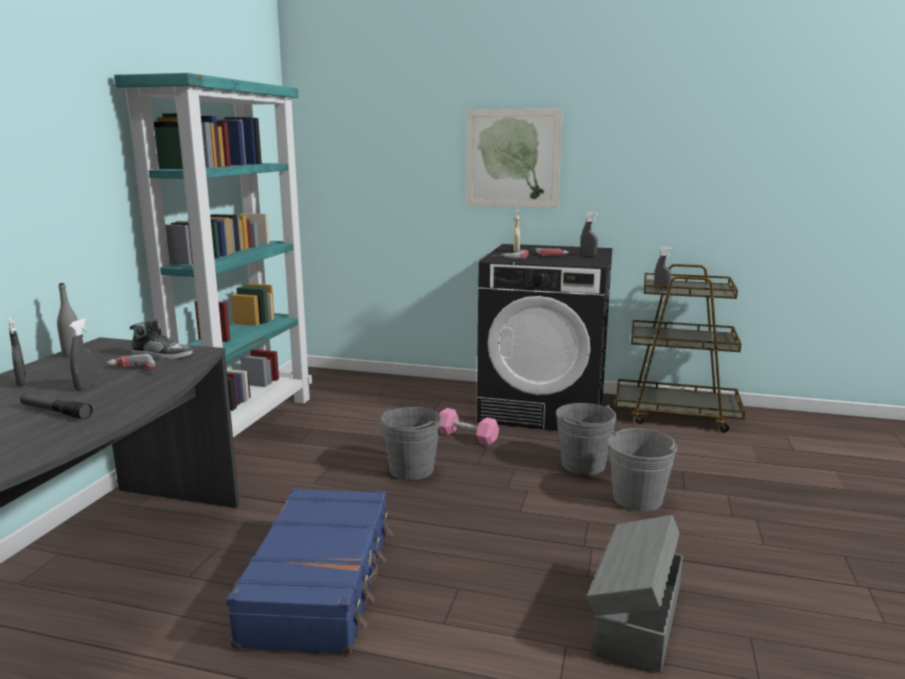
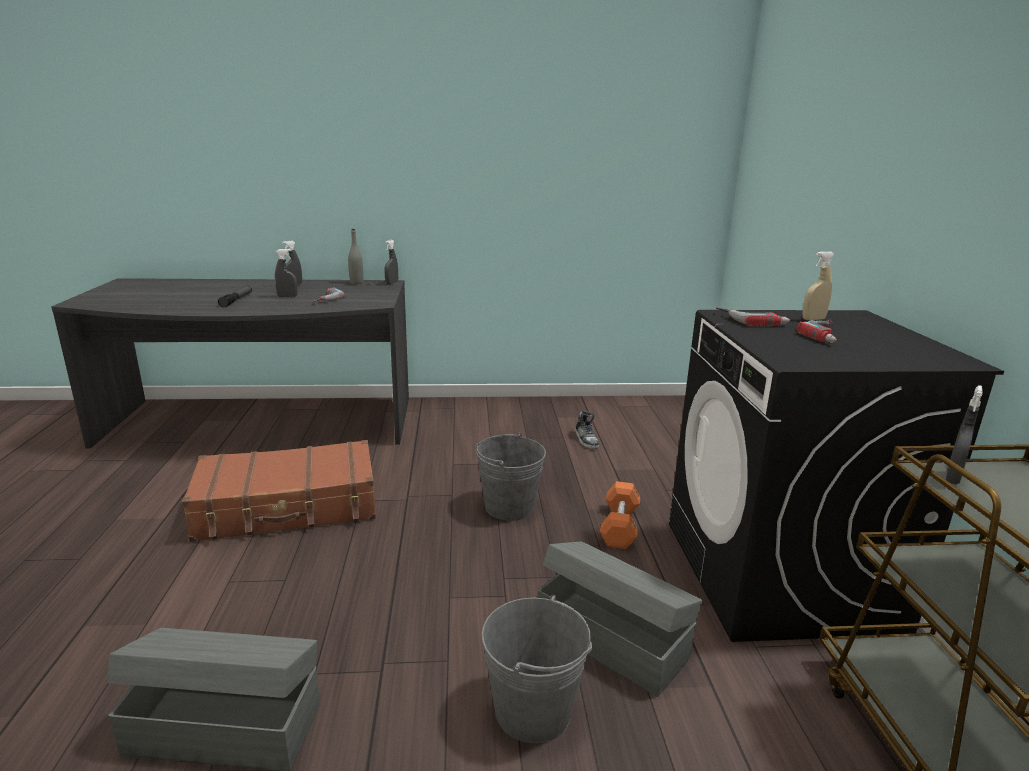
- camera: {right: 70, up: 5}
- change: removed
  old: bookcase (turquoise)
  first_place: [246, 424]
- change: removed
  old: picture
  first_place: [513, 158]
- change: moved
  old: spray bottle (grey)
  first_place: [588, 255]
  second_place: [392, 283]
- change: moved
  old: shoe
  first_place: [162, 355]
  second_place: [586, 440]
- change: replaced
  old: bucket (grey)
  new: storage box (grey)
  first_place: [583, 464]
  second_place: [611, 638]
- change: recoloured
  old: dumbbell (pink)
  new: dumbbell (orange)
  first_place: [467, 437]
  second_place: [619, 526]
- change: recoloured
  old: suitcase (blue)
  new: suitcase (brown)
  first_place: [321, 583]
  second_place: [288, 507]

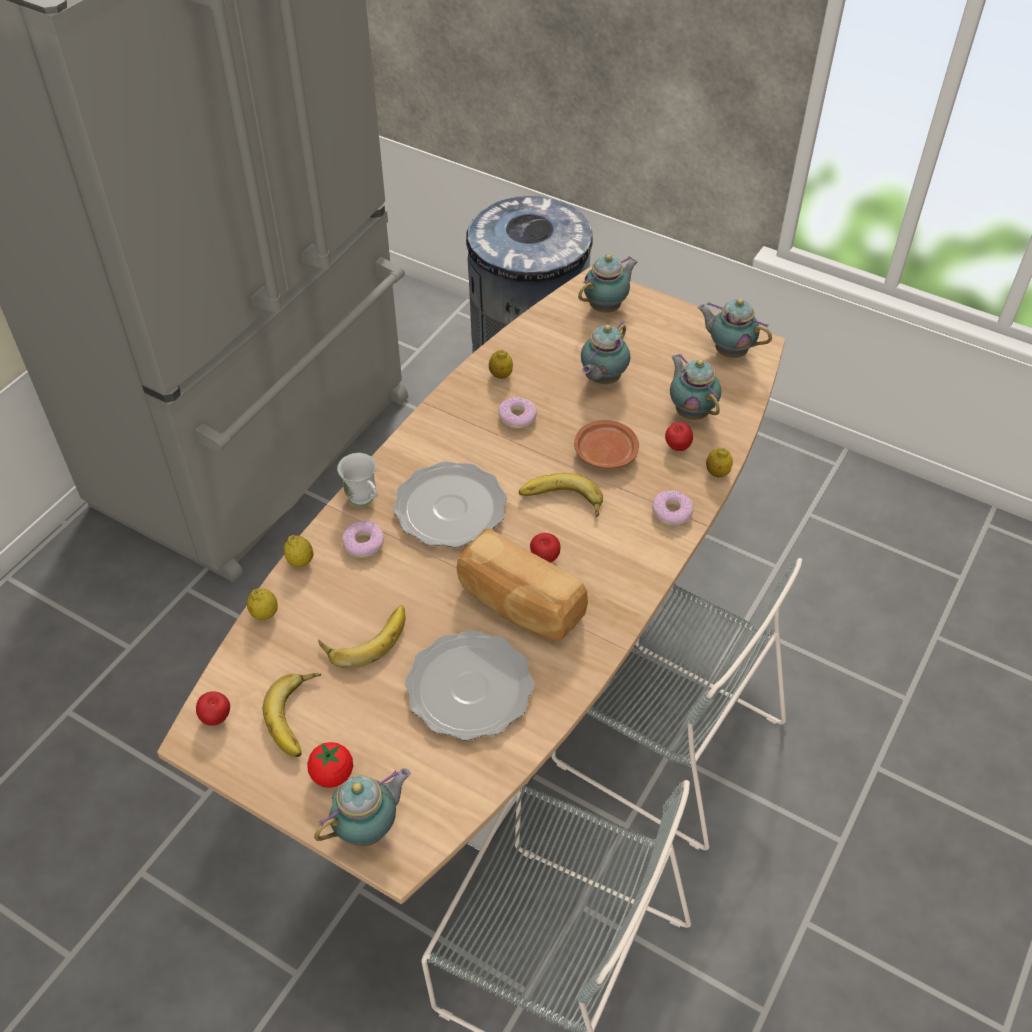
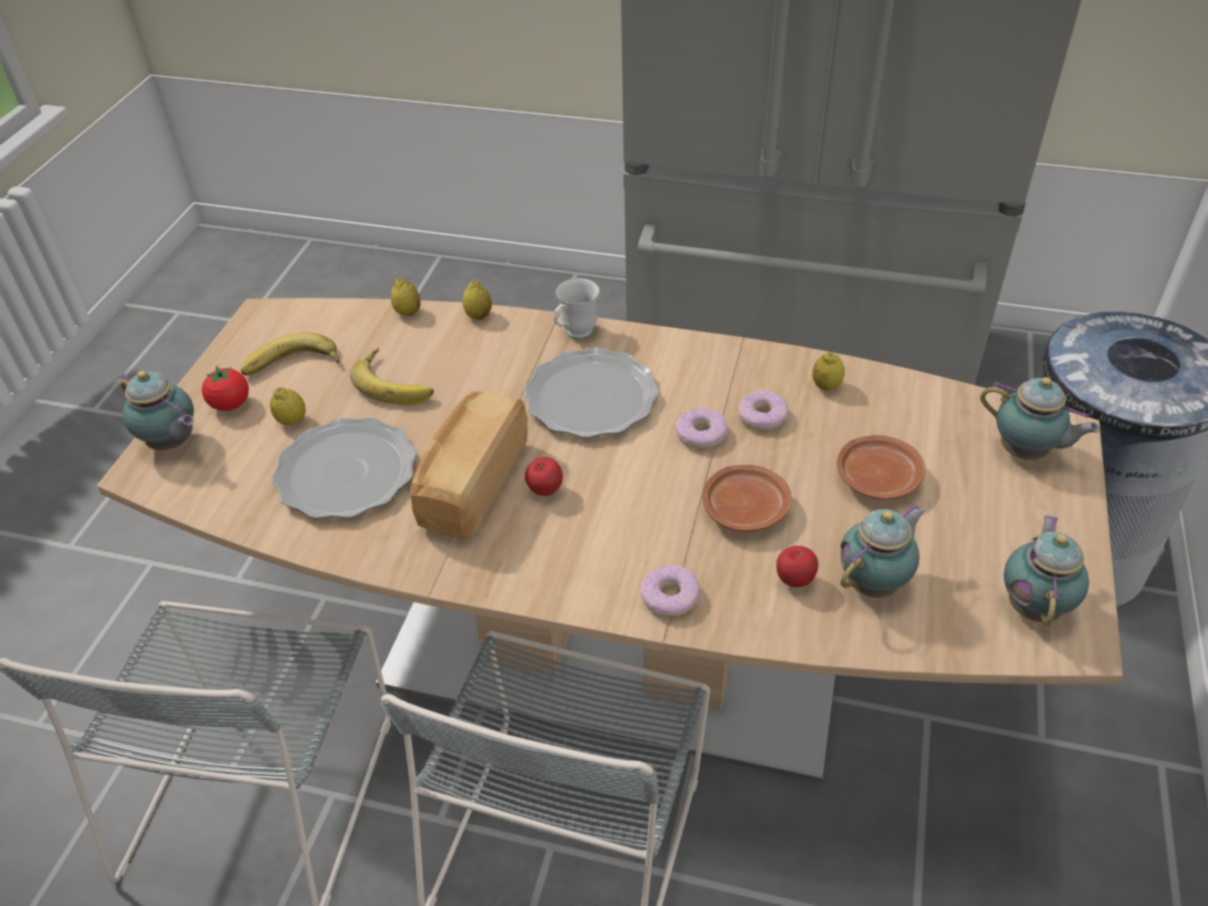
- camera: {right: 75, up: -5}
- change: replaced
  old: teapot
  new: plate (brown)
  first_place: [602, 380]
  second_place: [878, 477]
- change: moved
  old: lemon
  first_place: [717, 472]
  second_place: [292, 421]
- change: removed
  old: banana
  first_place: [561, 502]
- change: moved
  old: donut
  first_place: [364, 544]
  second_place: [701, 434]
- change: removed
  old: apple
  first_place: [216, 718]

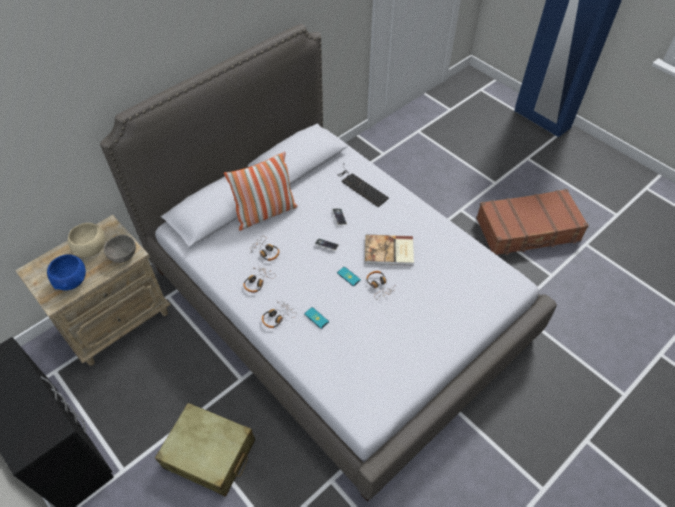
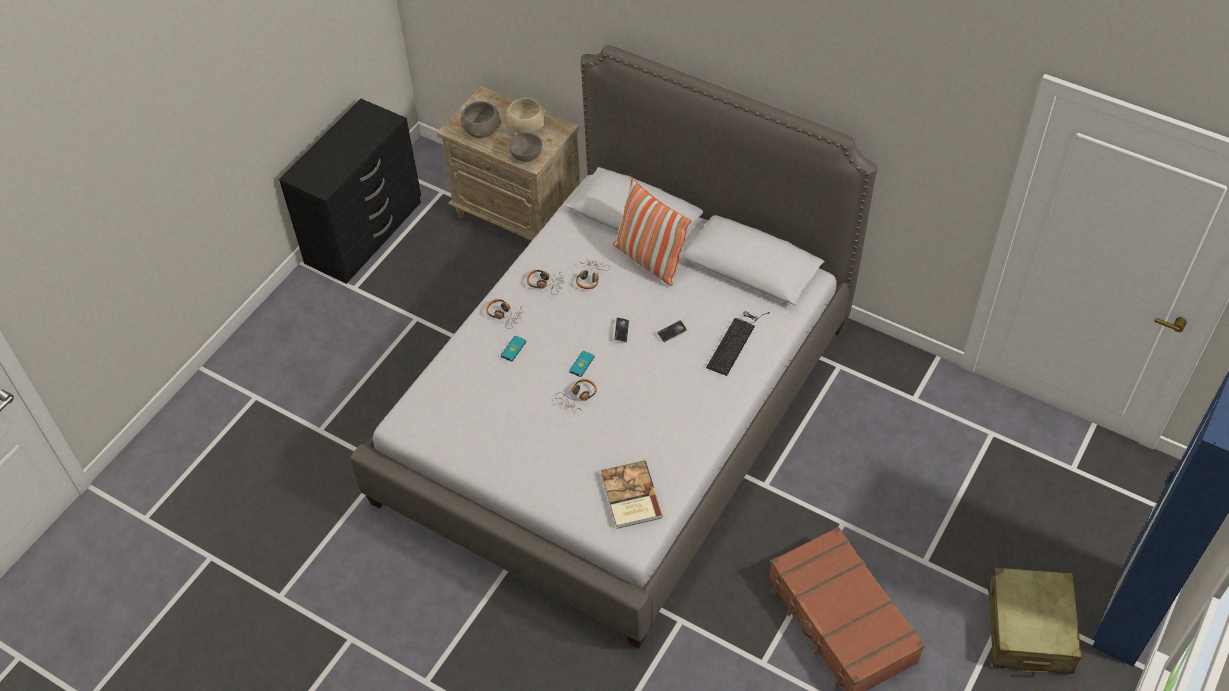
- camera: {right: 75, up: 0}
- change: moved
  old: book
  first_place: [389, 251]
  second_place: [630, 496]
- change: recoloured
  old: bowl (blue)
  new: bowl (grey)
  first_place: [72, 281]
  second_place: [482, 131]
- change: moved
  old: suitcase (beige)
  first_place: [209, 454]
  second_place: [1028, 629]

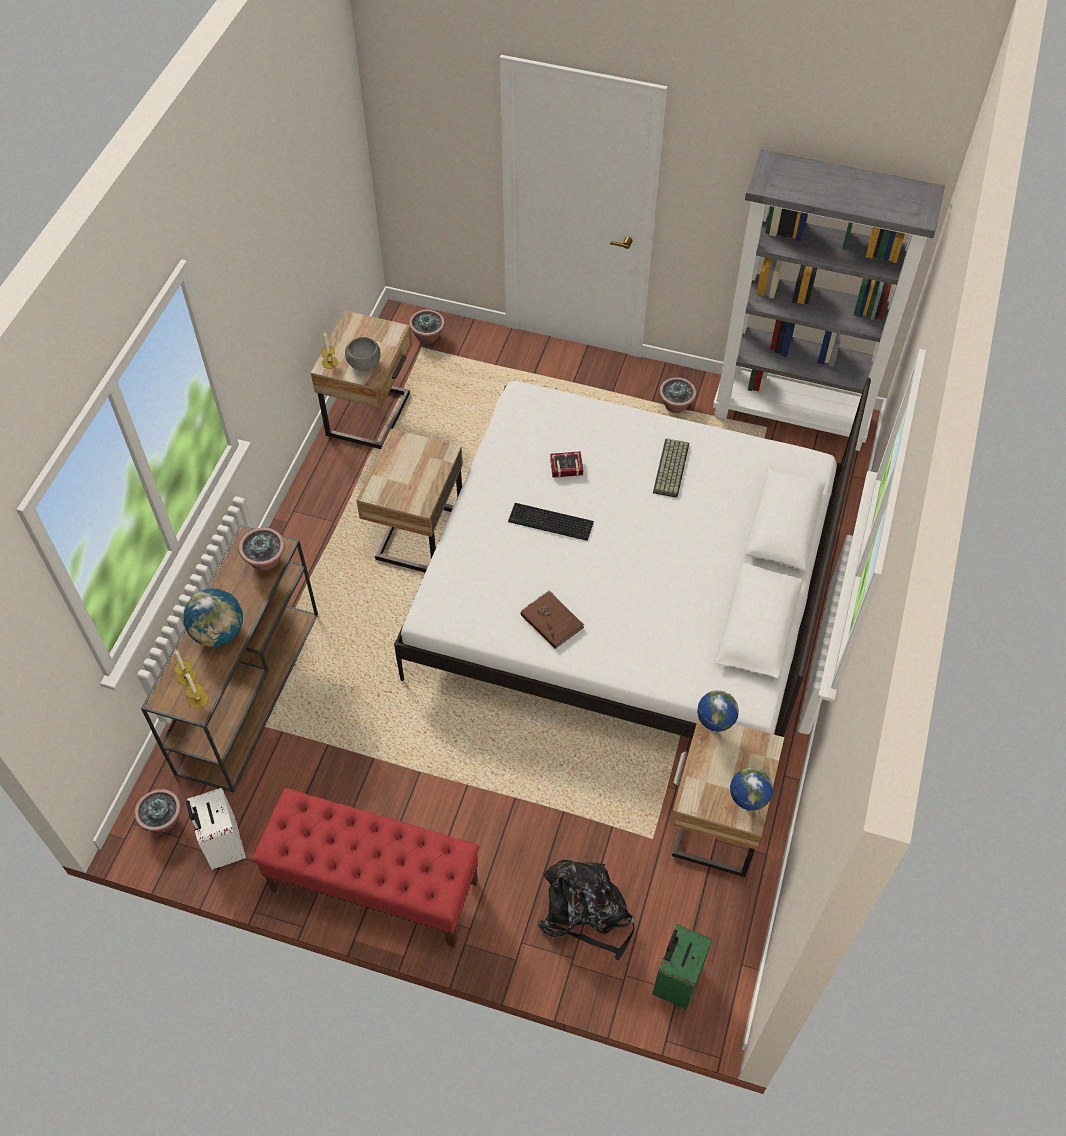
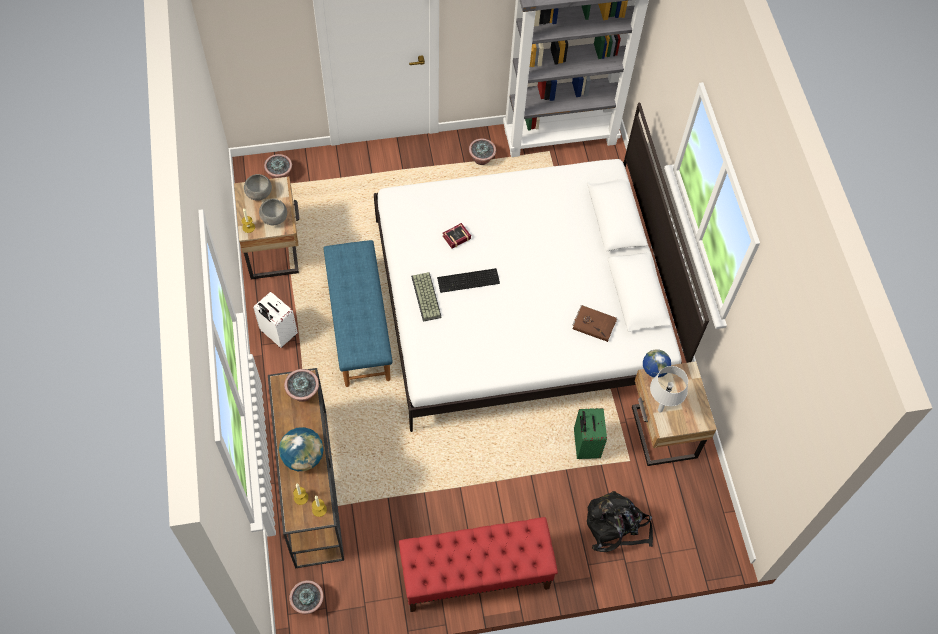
- camera: {right: -30, up: 5}
- change: replaced
  old: nightstand (beige)
  new: bench (blue)
  first_place: [416, 536]
  second_place: [360, 326]
- change: moved
  old: keyboard
  first_place: [672, 469]
  second_place: [427, 297]
- change: moved
  old: book (brown)
  first_place: [552, 620]
  second_place: [594, 323]
- change: removed
  old: globe
  first_place: [745, 806]
- change: moved
  old: suitcase (white)
  first_place: [223, 846]
  second_place: [278, 334]
- change: moved
  old: suitcase (green)
  first_place: [676, 980]
  second_place: [585, 445]
- change: added
  new: bowl (grey)
  second_place: [259, 194]
- change: added
  new: table lamp (grey)
  second_place: [659, 410]

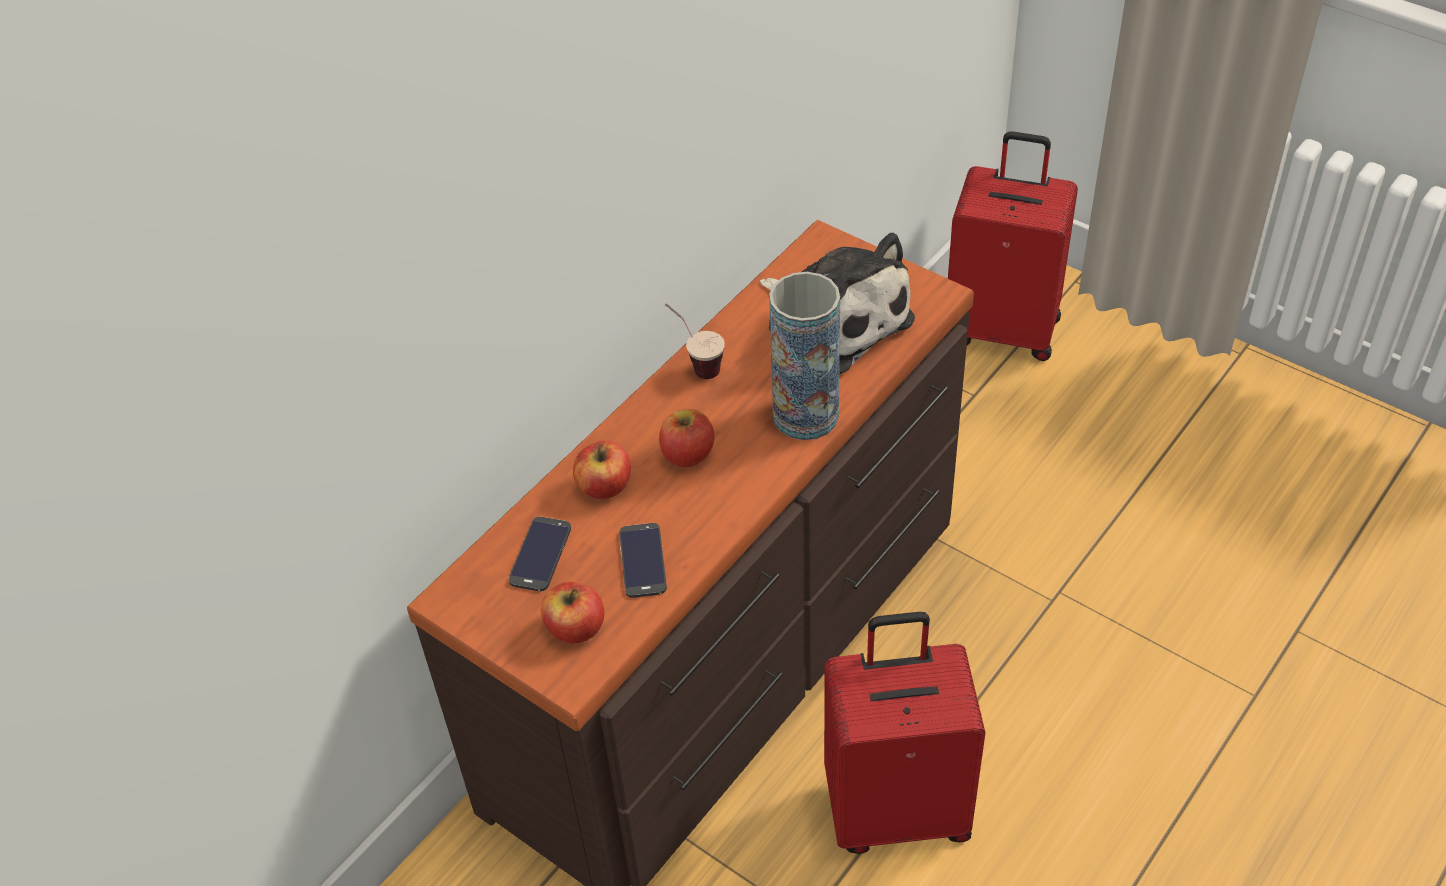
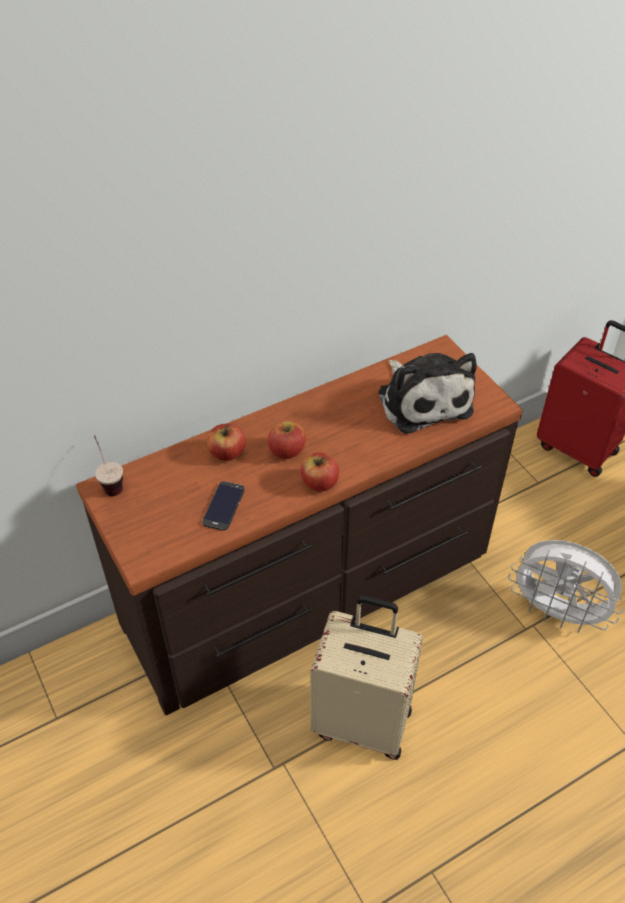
- camera: {right: 20, up: 0}
- change: removed
  old: vase
  first_place: [805, 415]
- change: moved
  old: cup
  first_place: [695, 364]
  second_place: [109, 481]
- change: removed
  old: phone
  first_place: [540, 554]
- change: moved
  old: apple
  first_place: [575, 628]
  second_place: [319, 483]
- change: recoloured
  old: suitcase (red)
  new: suitcase (beige)
  first_place: [897, 807]
  second_place: [363, 720]
- change: added
  new: fan (white)
  second_place: [557, 612]

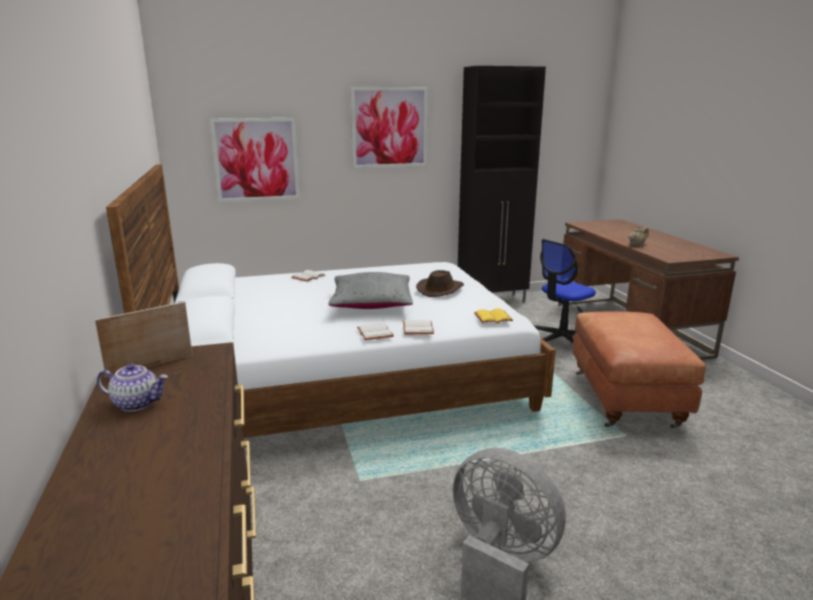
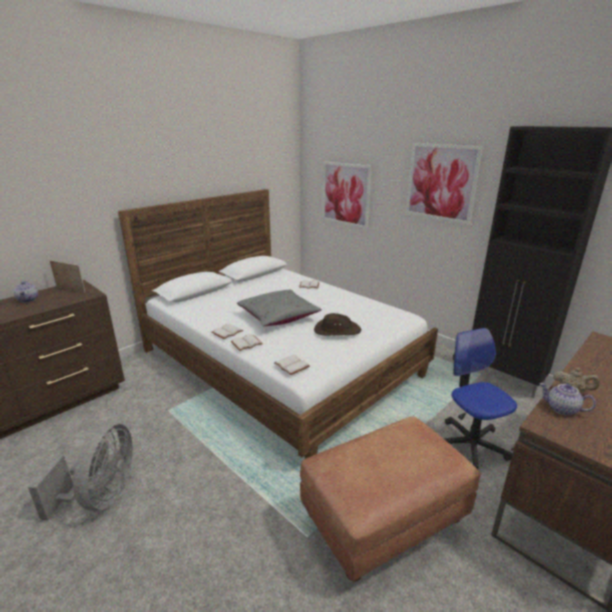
- camera: {right: 60, up: 5}
- change: turned
  old: office chair
  first_place: [561, 341]
  second_place: [470, 445]
  degrees: 45
- change: recoloured
  old: book (yellow)
  new: book (white)
  first_place: [493, 317]
  second_place: [292, 365]
- change: added
  new: teapot
  second_place: [561, 409]

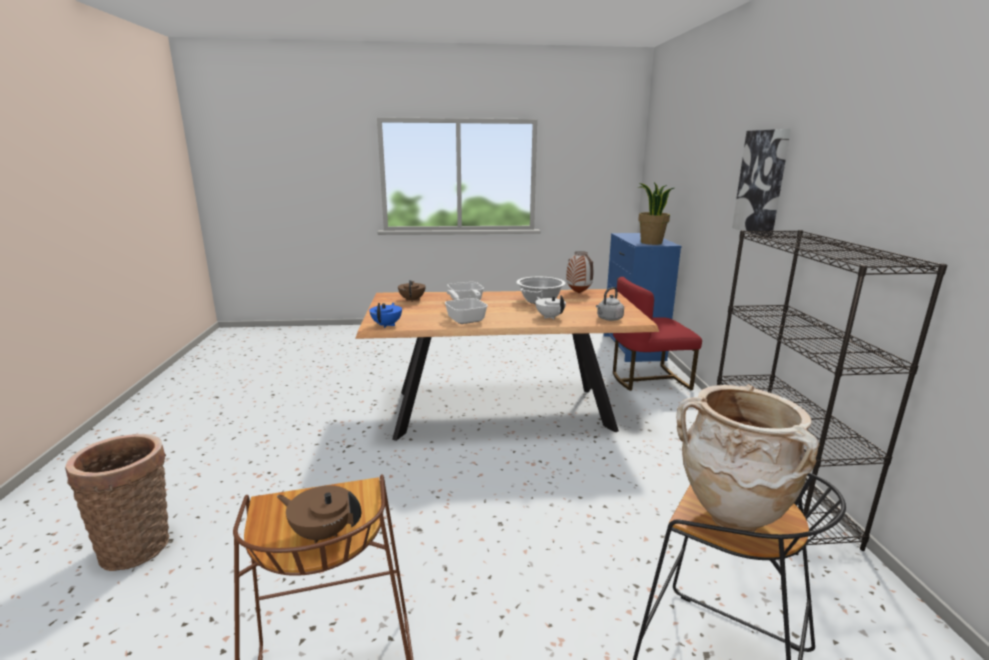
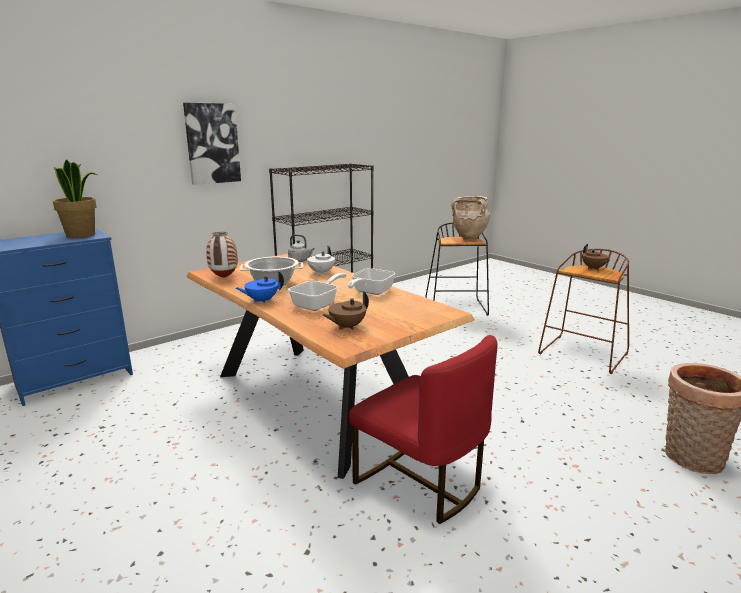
- camera: {right: -125, up: 0}
- change: moved
  old: chair (red)
  first_place: [648, 379]
  second_place: [421, 482]
- change: moved
  old: teapot (blue)
  first_place: [387, 325]
  second_place: [261, 300]

